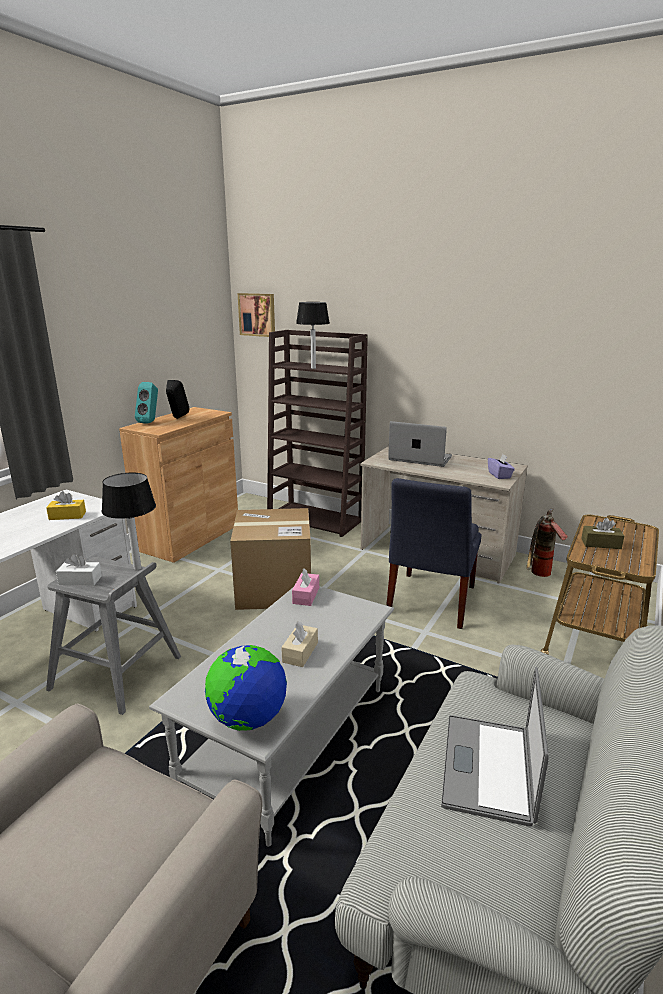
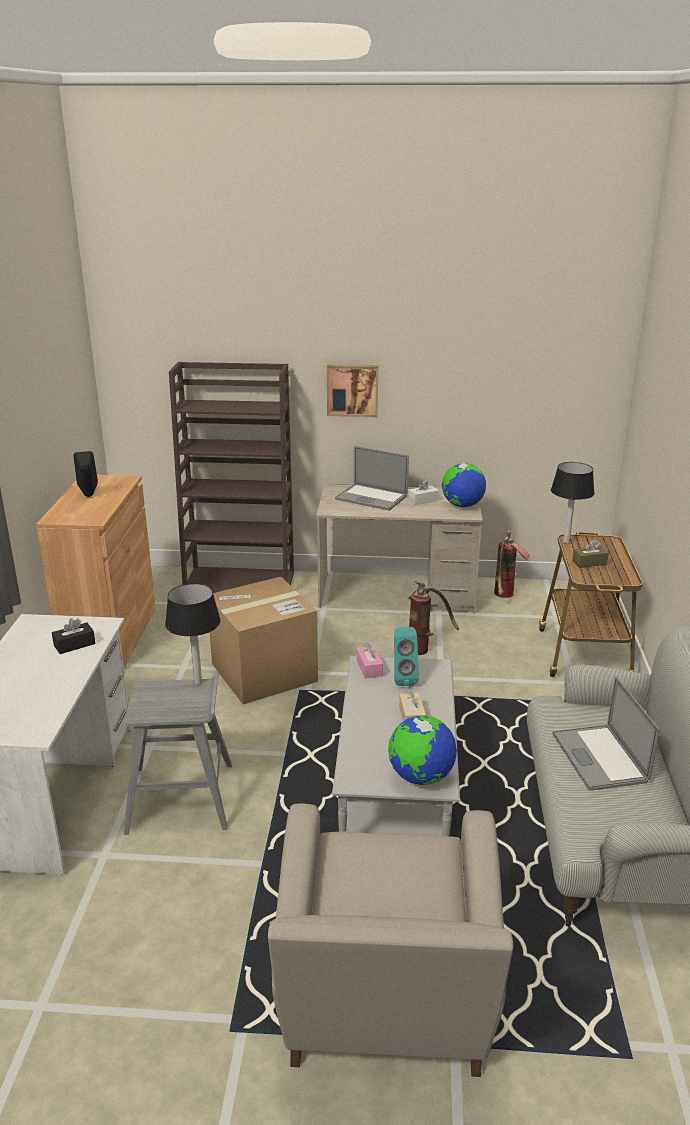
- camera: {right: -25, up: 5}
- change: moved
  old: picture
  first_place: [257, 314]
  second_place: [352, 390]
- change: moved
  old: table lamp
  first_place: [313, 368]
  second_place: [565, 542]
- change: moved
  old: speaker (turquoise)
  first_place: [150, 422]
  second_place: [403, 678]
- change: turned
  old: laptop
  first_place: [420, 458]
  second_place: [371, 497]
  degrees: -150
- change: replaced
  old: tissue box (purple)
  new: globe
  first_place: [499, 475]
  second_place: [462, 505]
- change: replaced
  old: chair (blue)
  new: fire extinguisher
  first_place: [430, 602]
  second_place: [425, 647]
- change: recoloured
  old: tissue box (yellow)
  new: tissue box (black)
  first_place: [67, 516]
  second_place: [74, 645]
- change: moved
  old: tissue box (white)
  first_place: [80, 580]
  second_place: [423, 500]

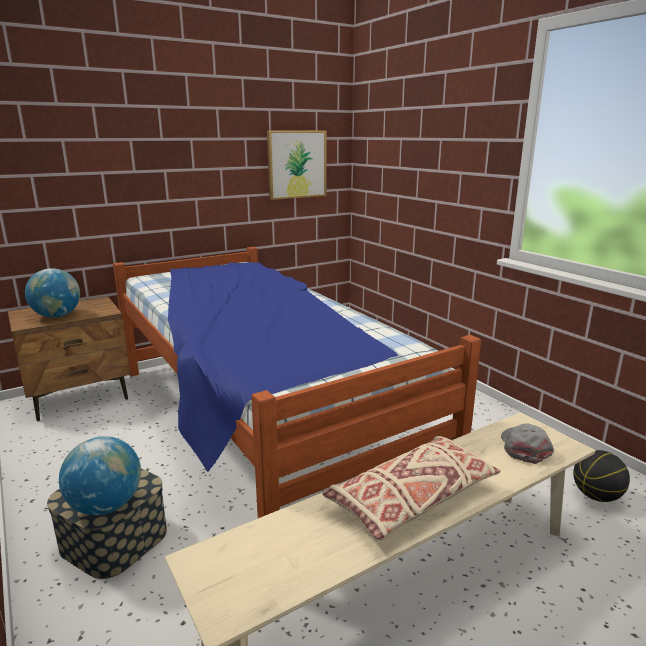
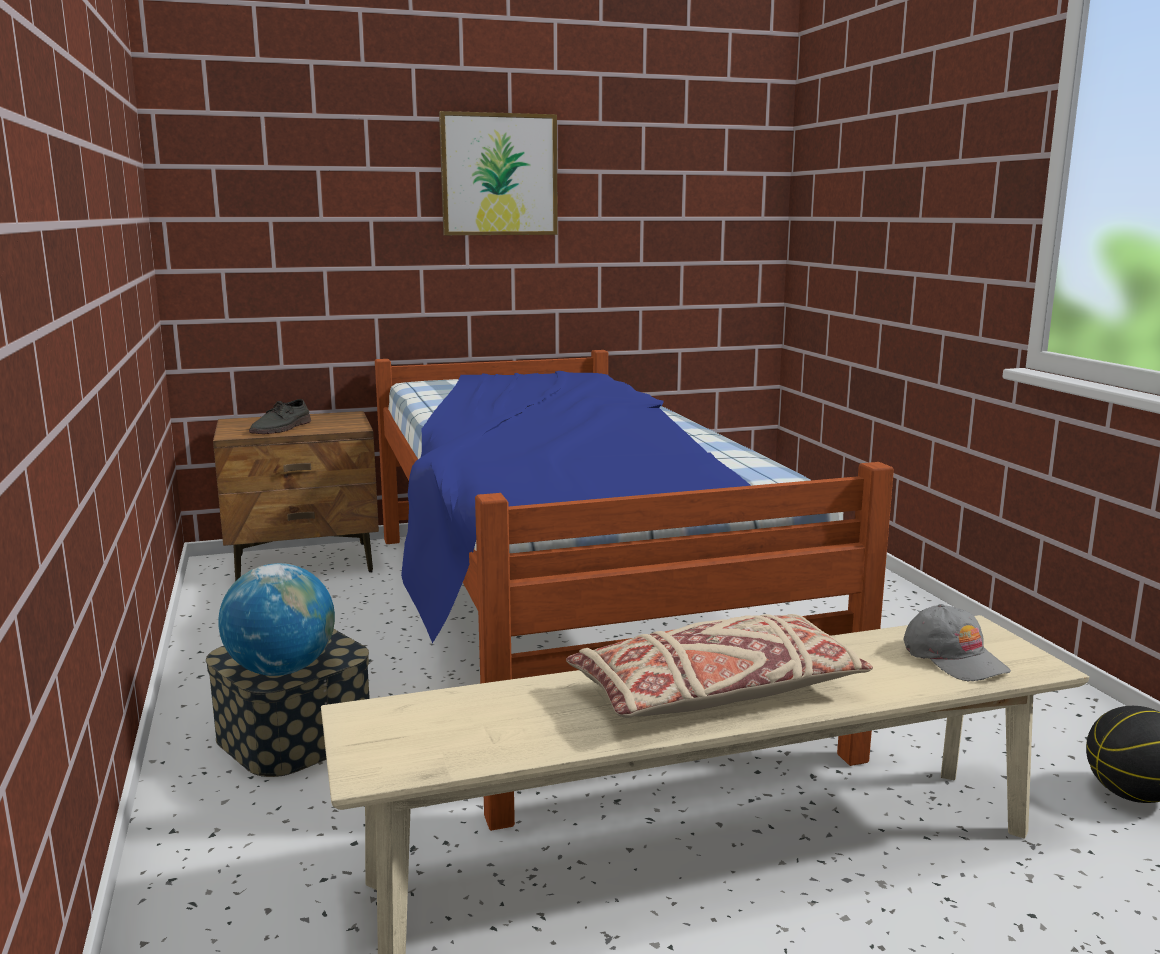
- camera: {right: 15, up: -5}
- change: moved
  old: picture
  first_place: [297, 164]
  second_place: [499, 175]
- change: replaced
  old: globe
  new: shoe (grey)
  first_place: [57, 316]
  second_place: [281, 428]
- change: turned
  old: cap (grey)
  first_place: [524, 447]
  second_place: [954, 658]
  degrees: 135

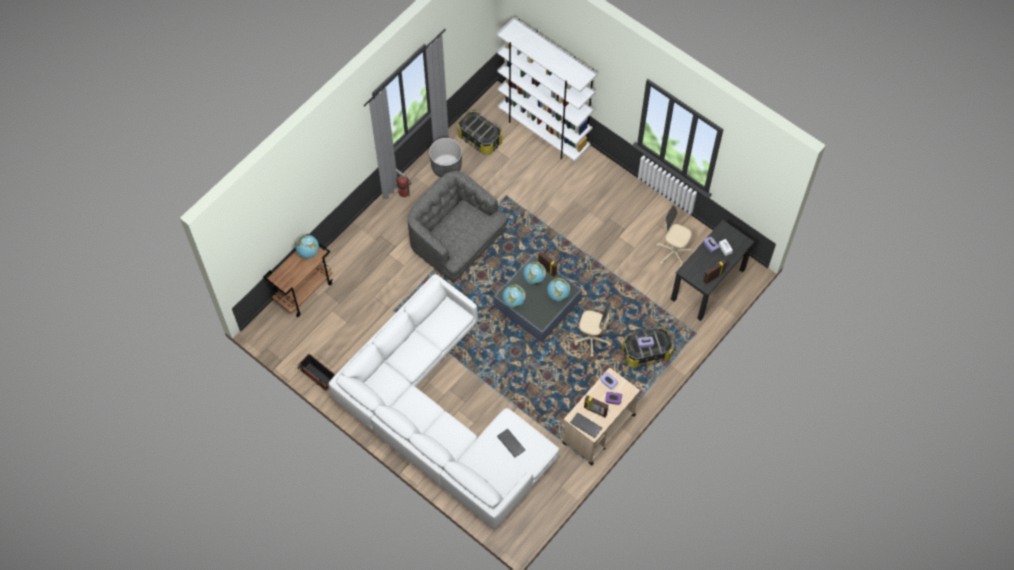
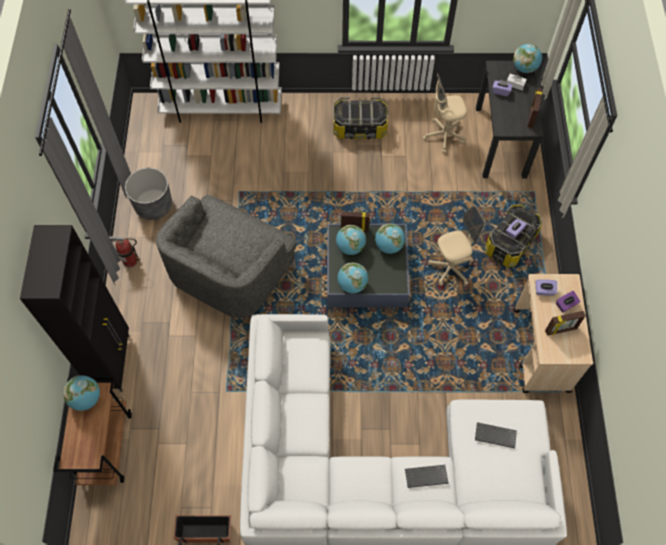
- camera: {right: -40, up: 0}
- change: moved
  old: storage box
  first_place: [480, 138]
  second_place: [359, 127]
- change: turned
  old: armchair (grey)
  first_place: [456, 242]
  second_place: [231, 272]
  degrees: -60
- change: moved
  old: keyboard
  first_place: [585, 425]
  second_place: [425, 477]
- change: added
  new: globe
  second_place: [524, 68]
- change: added
  new: cabinet (black)
  second_place: [114, 362]

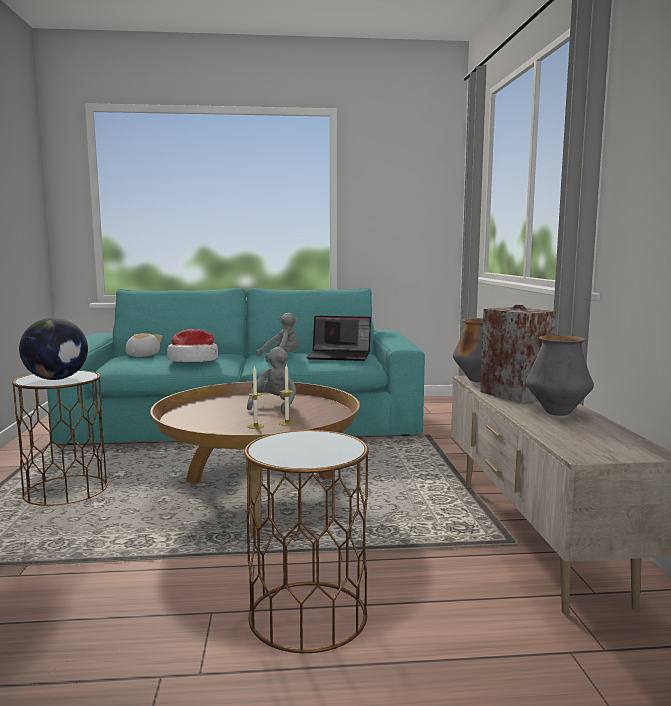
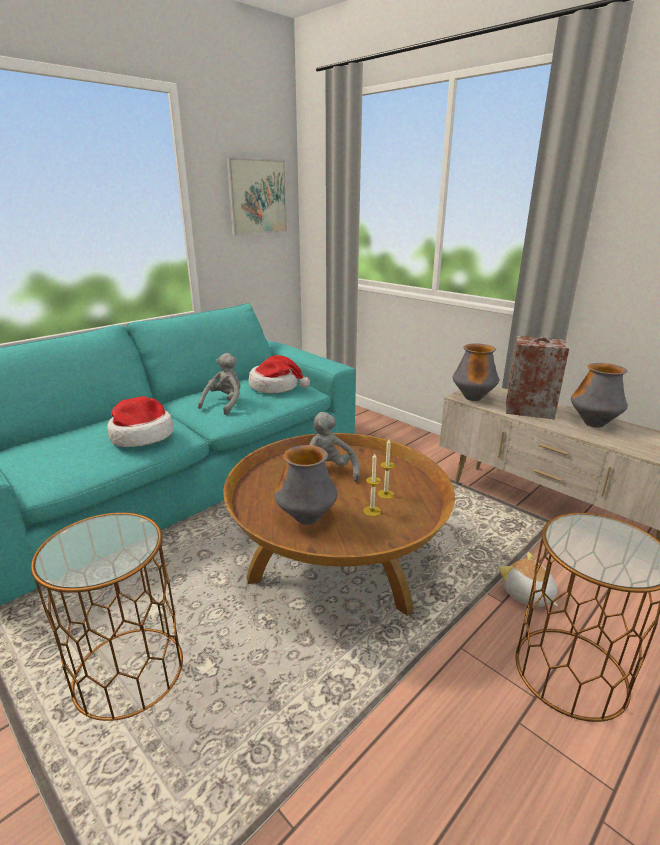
- camera: {right: -40, up: 15}
- change: replaced
  old: laptop
  new: hat
  first_place: [340, 356]
  second_place: [275, 386]
- change: removed
  old: globe
  first_place: [56, 379]
- change: moved
  old: plush toy
  first_place: [141, 356]
  second_place: [527, 595]
- change: added
  new: picture
  second_place: [257, 197]
- change: added
  new: vase
  second_place: [306, 519]

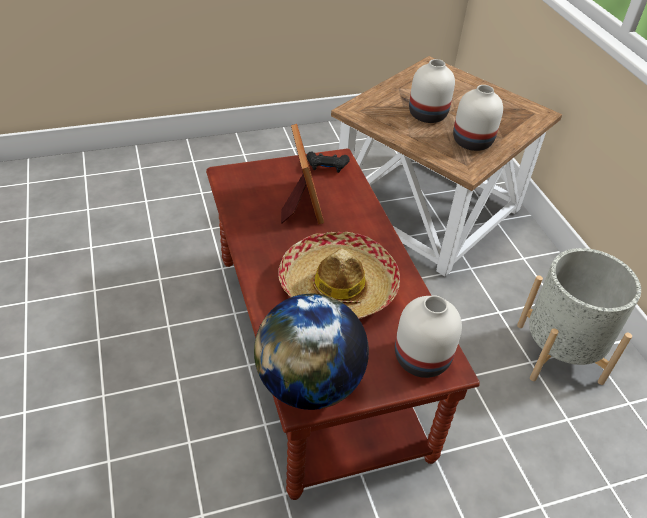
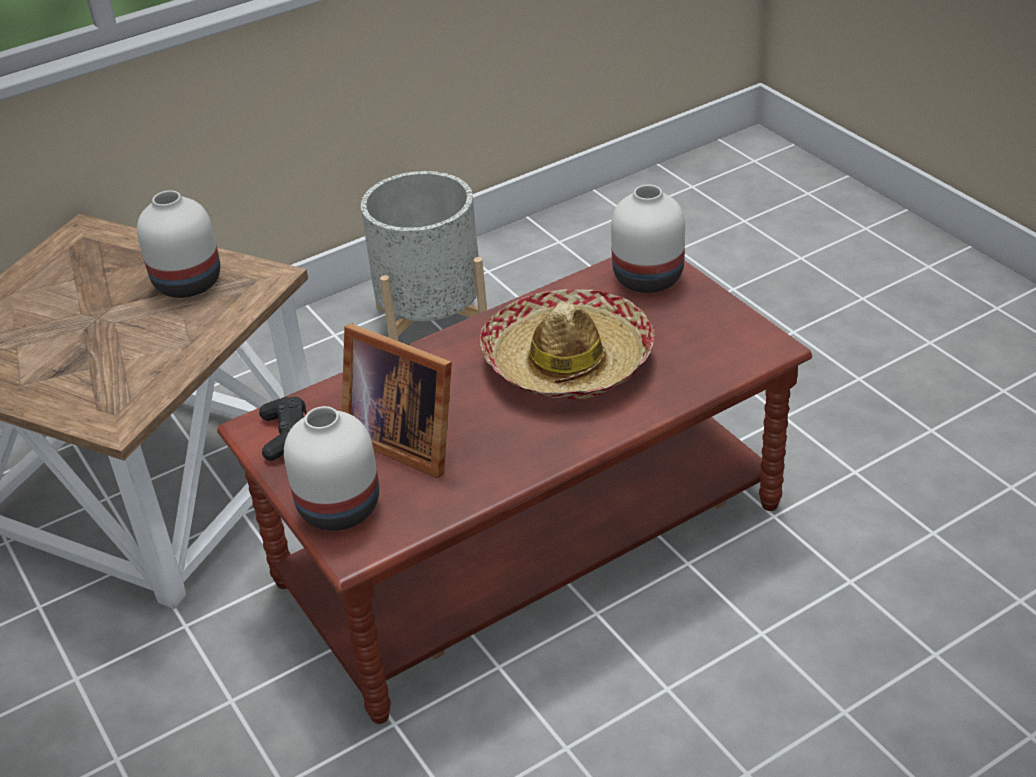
- camera: {right: -100, up: -5}
- change: moved
  old: vase (white)
  first_place: [428, 114]
  second_place: [337, 507]
- change: turned
  old: picture frame
  first_place: [300, 204]
  second_place: [403, 439]
  degrees: -120
- change: removed
  old: globe
  first_place: [309, 384]

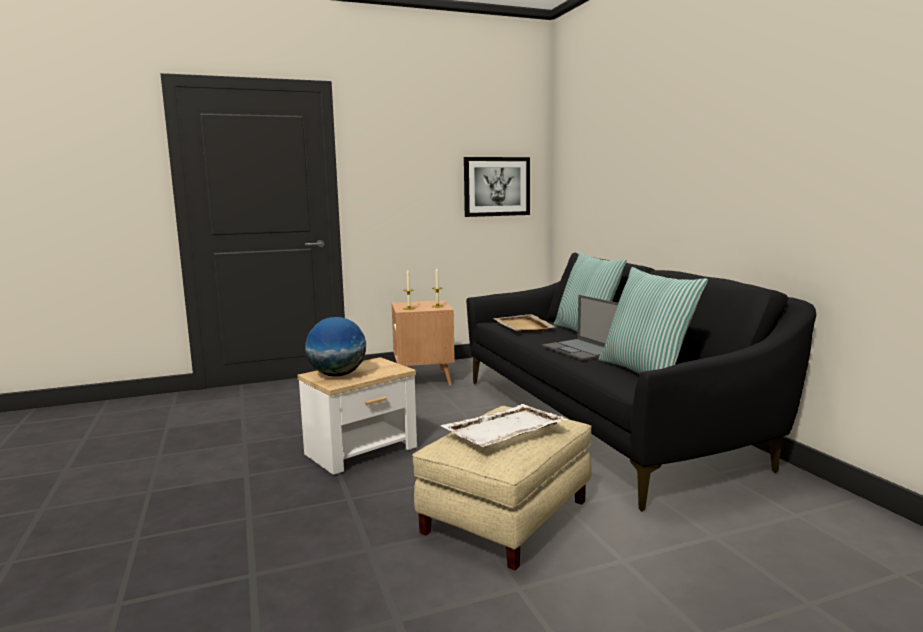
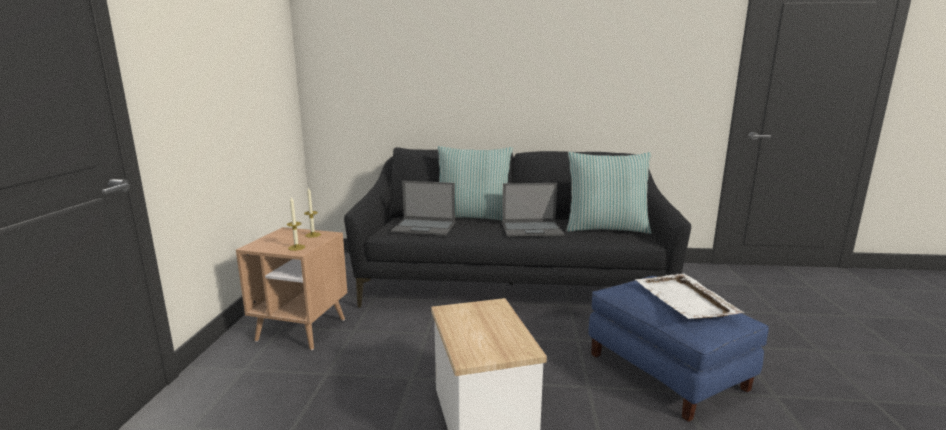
- camera: {right: -65, up: 5}
- change: removed
  old: picture
  first_place: [496, 186]
- change: replaced
  old: tray (beige)
  new: laptop
  first_place: [523, 326]
  second_place: [425, 227]
- change: removed
  old: globe
  first_place: [337, 375]
- change: recoloured
  old: ottoman (beige)
  new: ottoman (blue)
  first_place: [507, 517]
  second_place: [667, 371]

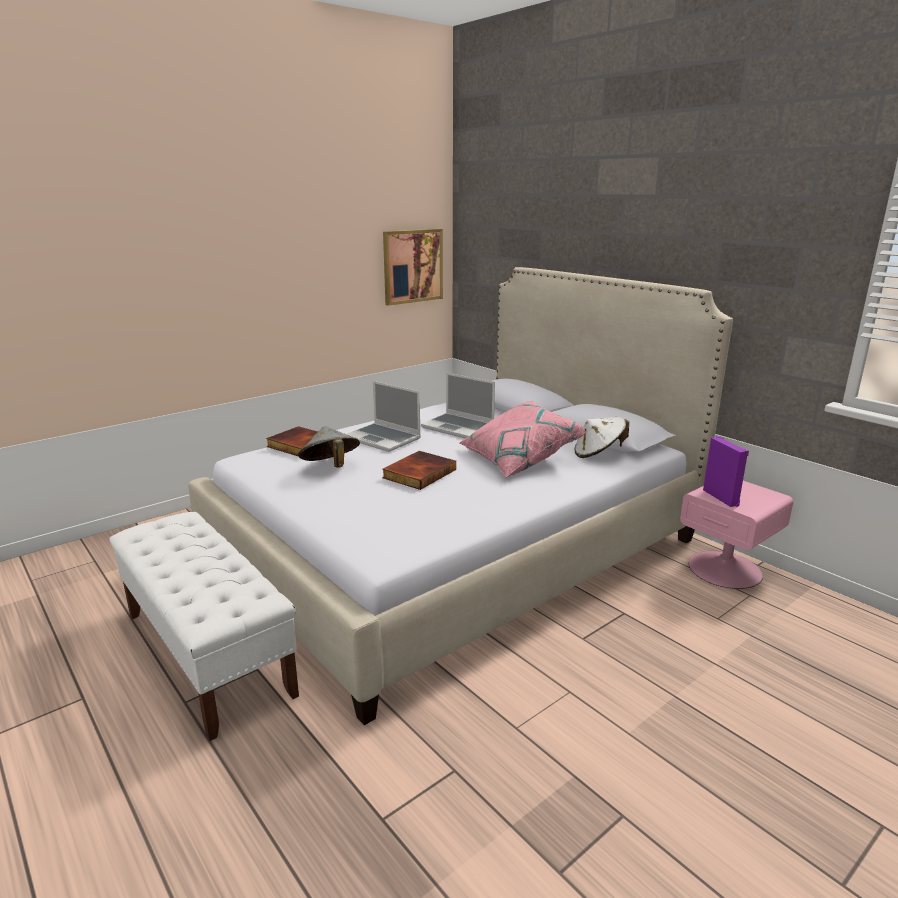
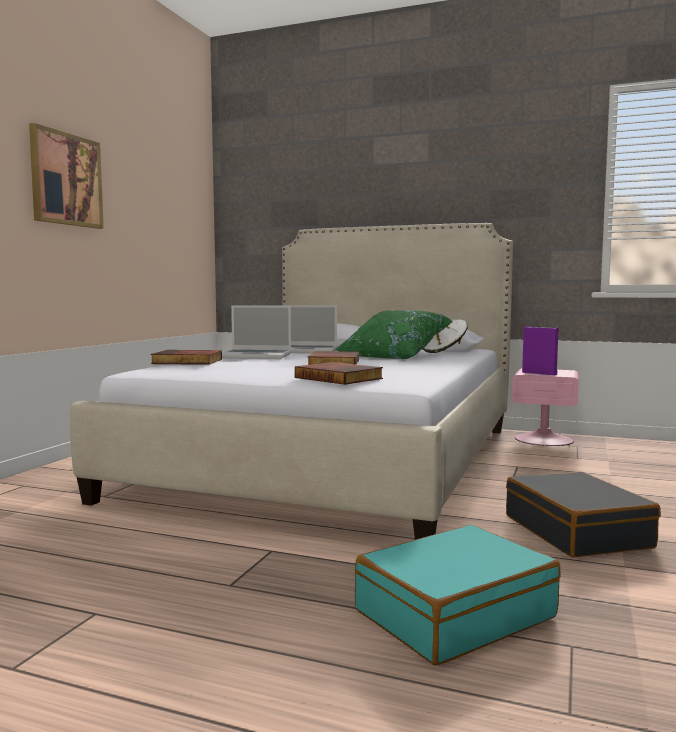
- camera: {right: -30, up: -15}
- change: moved
  old: picture
  first_place: [412, 266]
  second_place: [66, 179]
- change: recoloured
  old: pillow (pink)
  new: pillow (green)
  first_place: [518, 459]
  second_place: [392, 356]
- change: removed
  old: hat (grey)
  first_place: [330, 467]
- change: removed
  old: bench (white)
  first_place: [208, 653]
- change: added
  new: book
  second_place: [340, 378]
- change: added
  new: suitcase (black)
  second_place: [577, 532]
- change: added
  new: suitcase (turquoise)
  second_place: [454, 613]

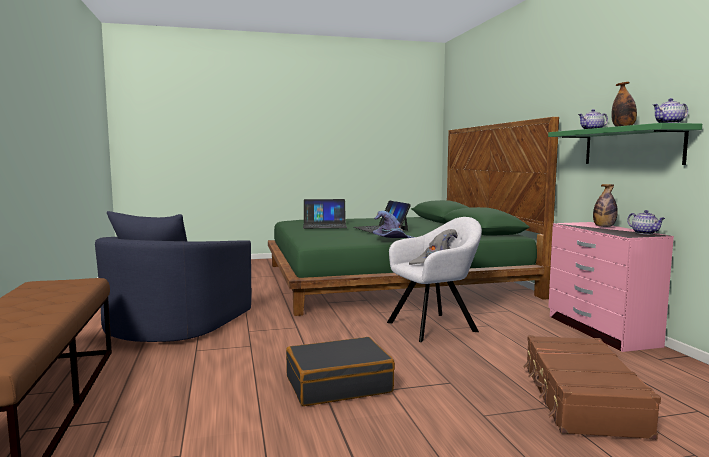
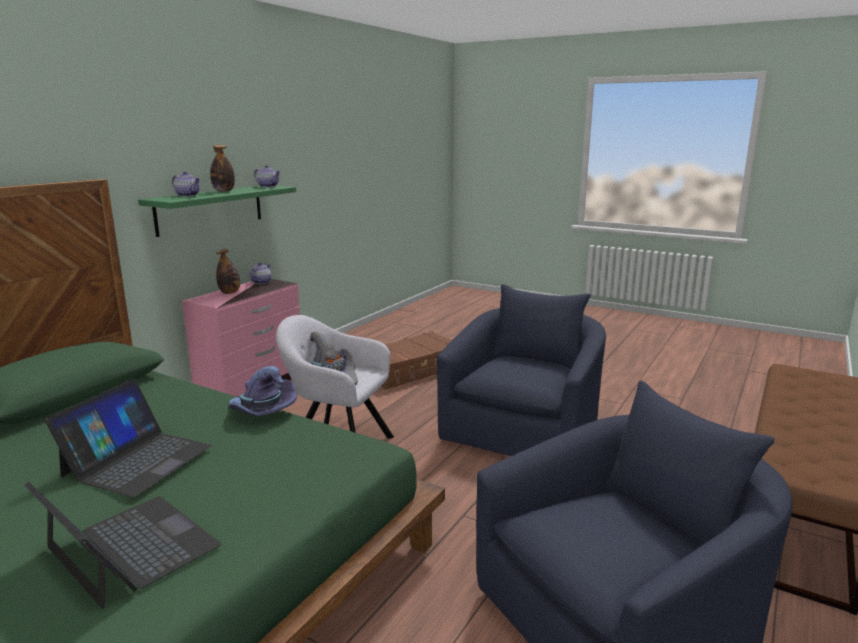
- camera: {right: -135, up: 10}
- change: replaced
  old: suitcase (black)
  new: armchair (blue)
  first_place: [338, 384]
  second_place: [525, 429]

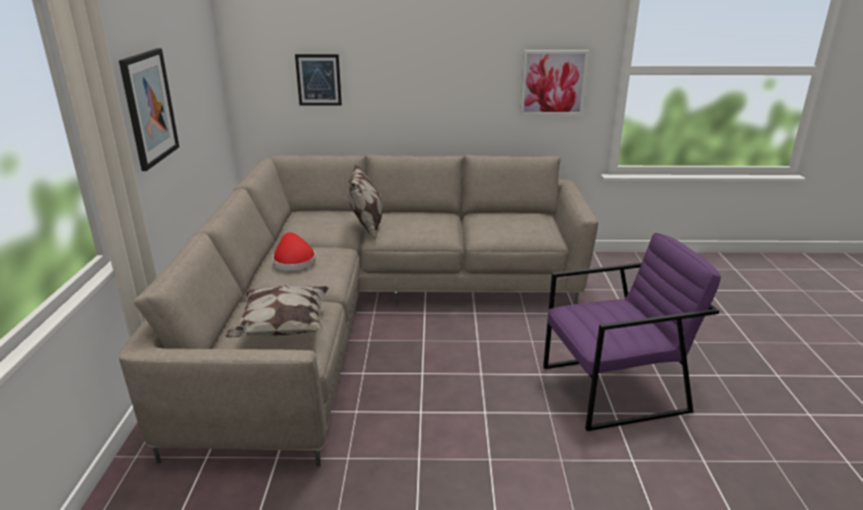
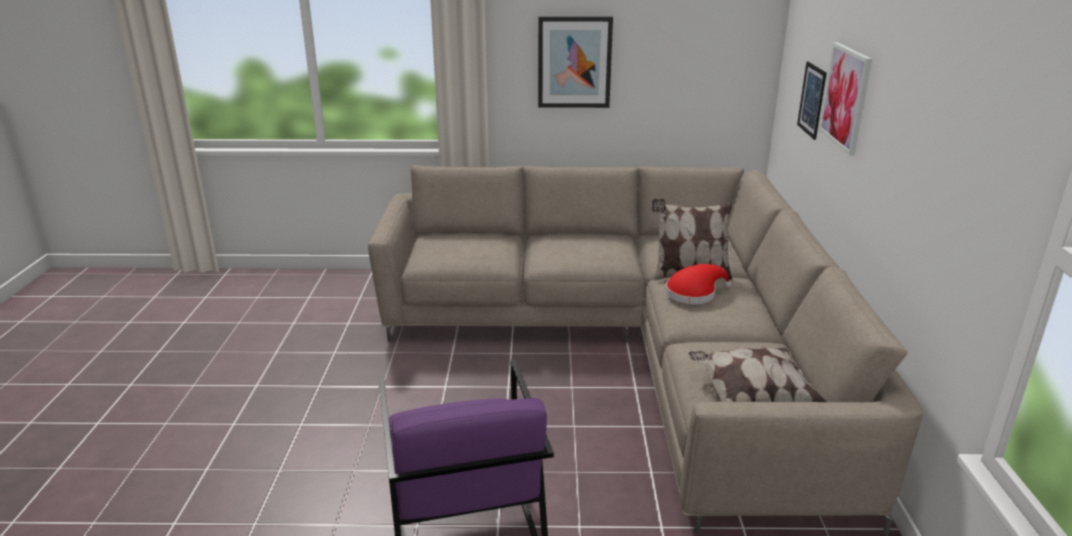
- camera: {right: 90, up: 0}
- change: moved
  old: picture
  first_place: [553, 83]
  second_place: [845, 97]
- change: moved
  old: hat (red)
  first_place: [293, 261]
  second_place: [694, 293]
- change: moved
  old: pillow
  first_place: [282, 329]
  second_place: [752, 399]

